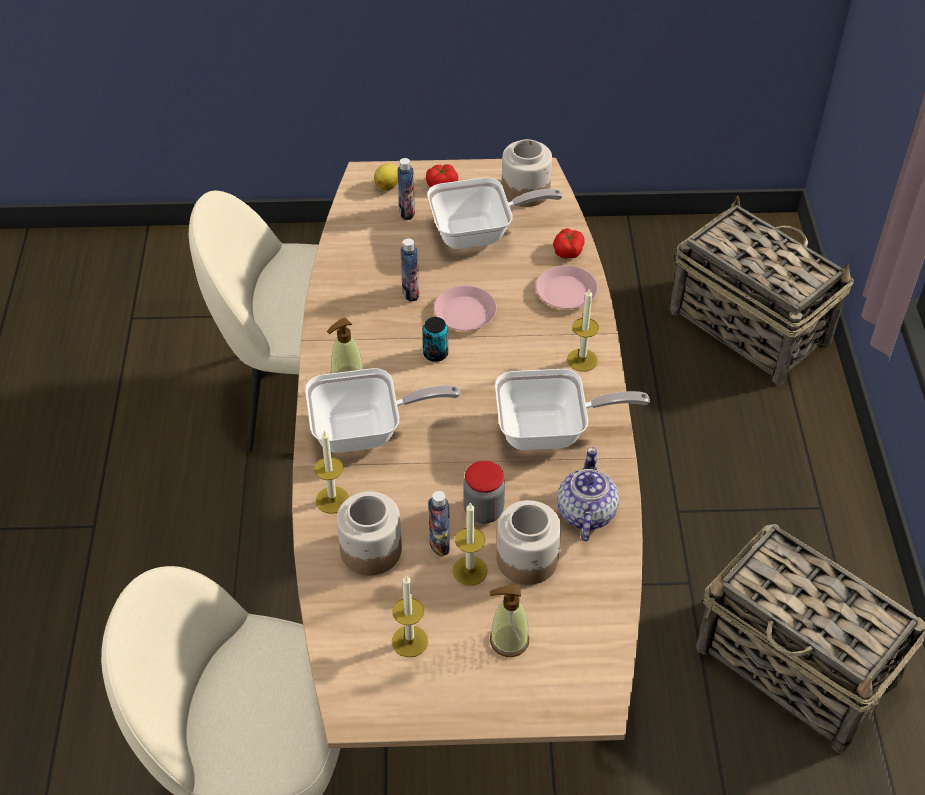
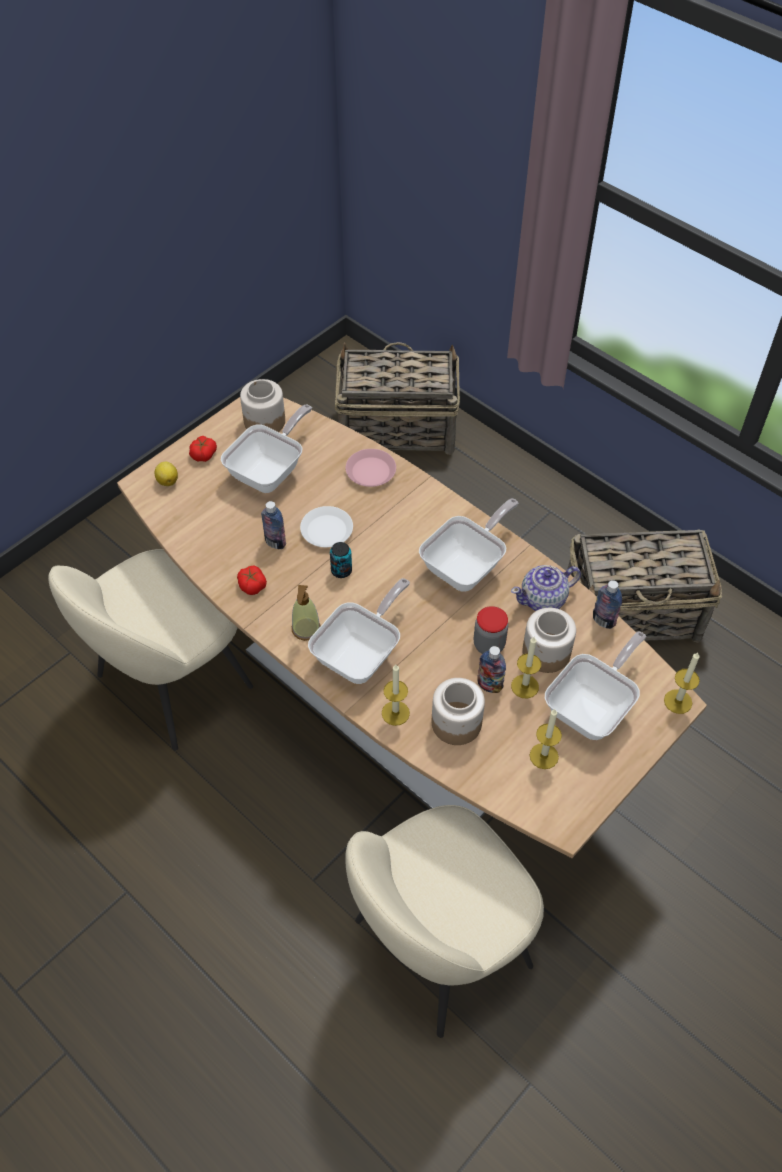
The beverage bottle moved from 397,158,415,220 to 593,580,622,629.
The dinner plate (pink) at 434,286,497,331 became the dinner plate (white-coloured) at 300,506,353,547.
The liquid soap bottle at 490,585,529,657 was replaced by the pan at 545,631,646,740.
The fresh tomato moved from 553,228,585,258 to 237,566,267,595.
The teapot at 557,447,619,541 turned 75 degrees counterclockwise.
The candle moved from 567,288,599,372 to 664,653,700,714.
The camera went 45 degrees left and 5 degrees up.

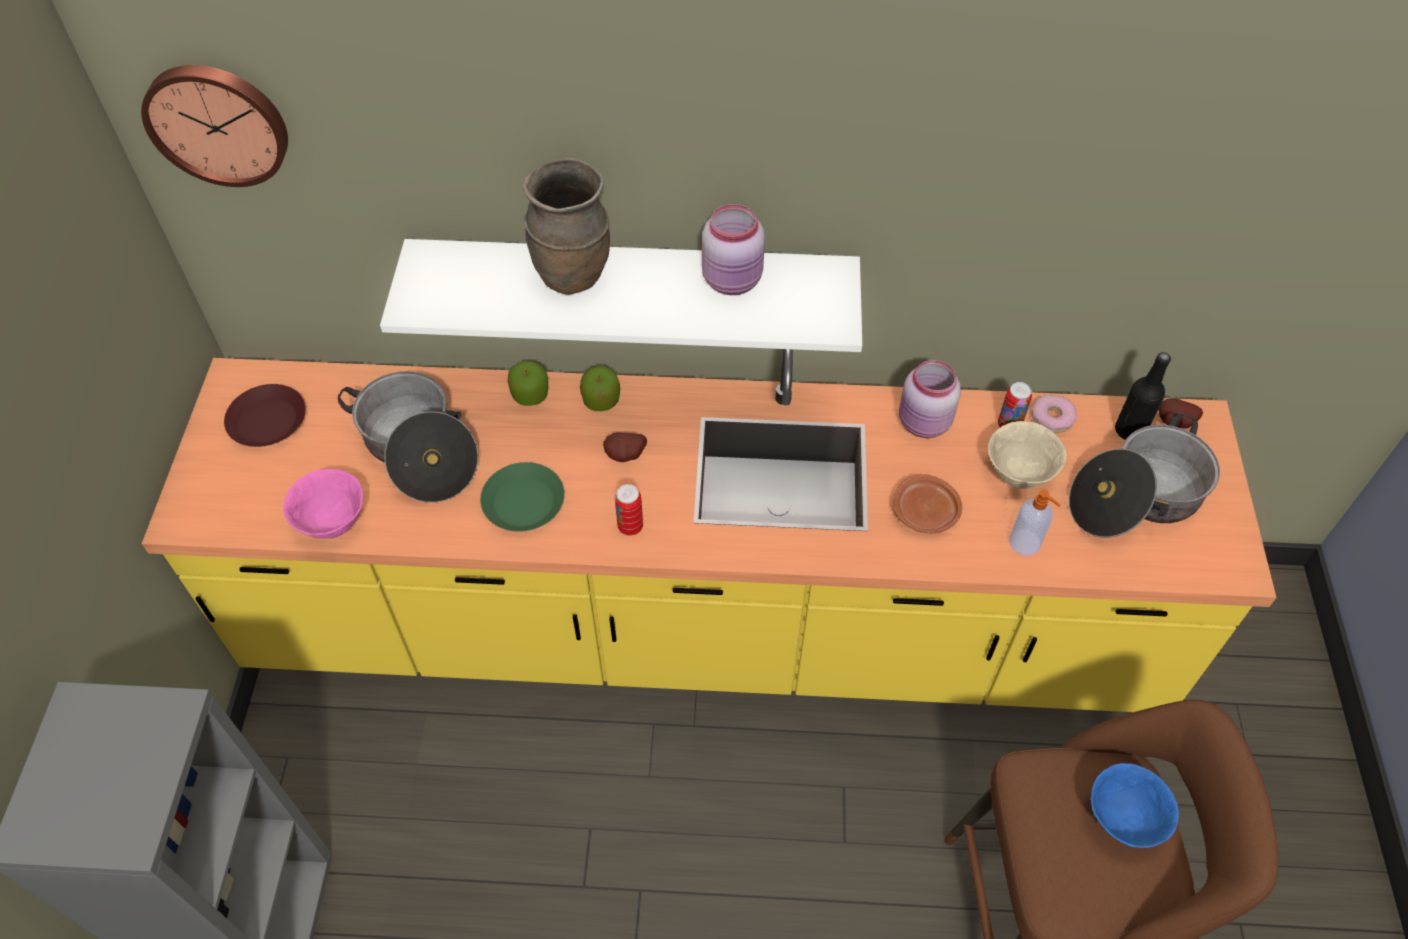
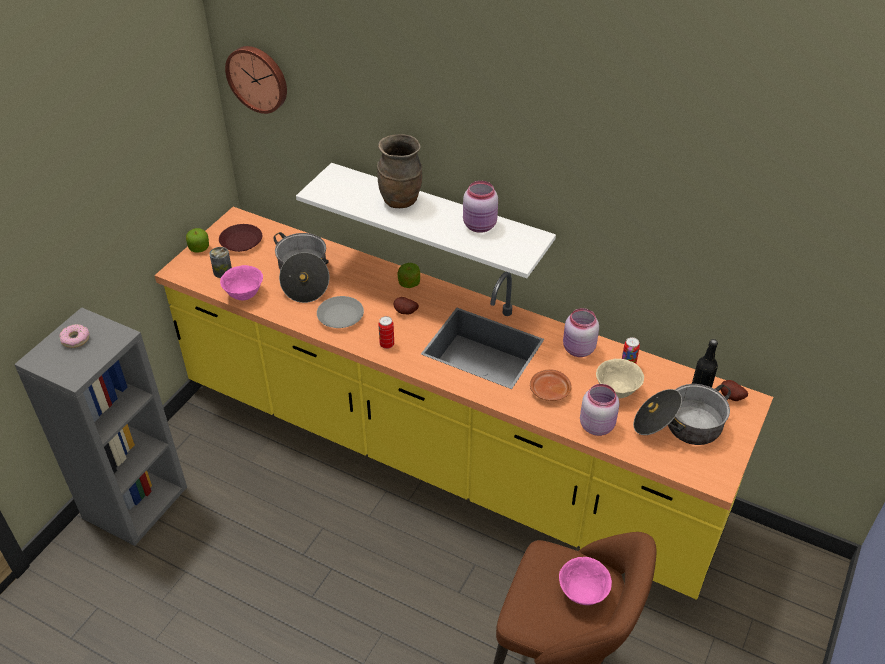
The dinner plate (green) at 480,462,565,532 became the dinner plate (gray) at 317,296,364,328.
The apple moved from 508,361,548,406 to 186,228,209,253.
The liquid soap bottle at 1009,489,1060,556 was replaced by the jar (pink) at 580,384,620,436.
The doughnut moved from 1031,395,1077,433 to 59,324,89,348.
The serving bowl (blue-coloured) at 1091,763,1179,848 became the serving bowl (pink) at 559,557,612,605.
The metal can at 209,247,232,278 appeared.
The camera went 25 degrees right and 10 degrees down.

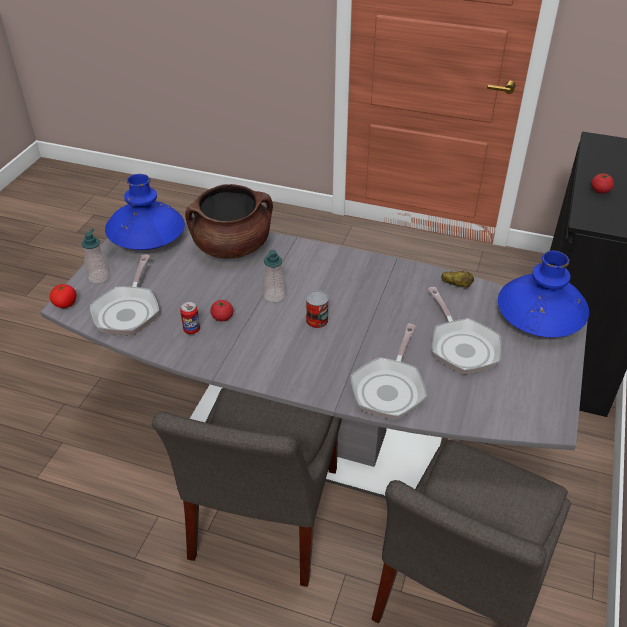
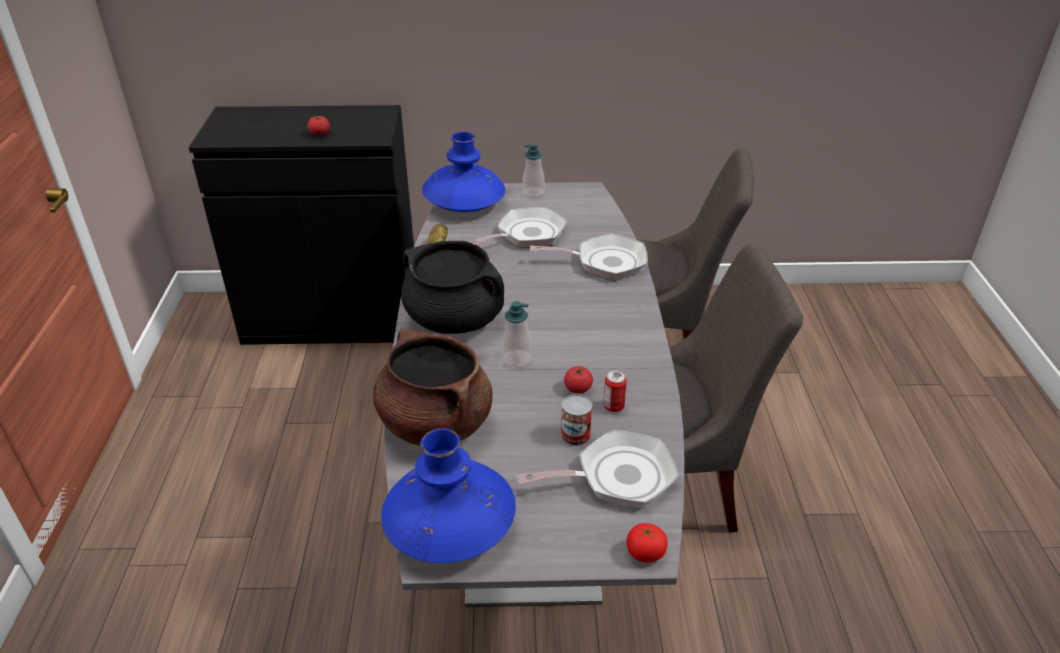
The liquid soap bottle moved from 82,228,111,284 to 522,143,545,198.
The metal can moved from 306,290,329,329 to 561,394,592,446.
The cooking pot (black-coloured) at 401,241,504,334 appeared.
The camera went 110 degrees left and 5 degrees down.

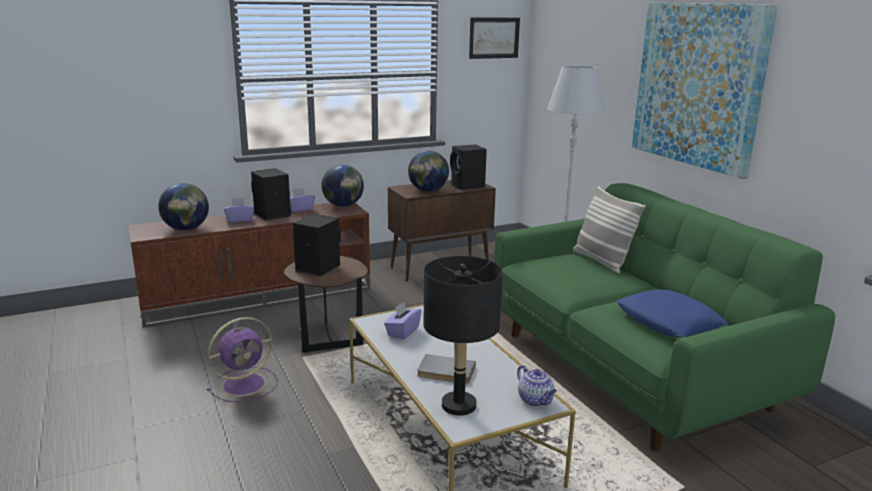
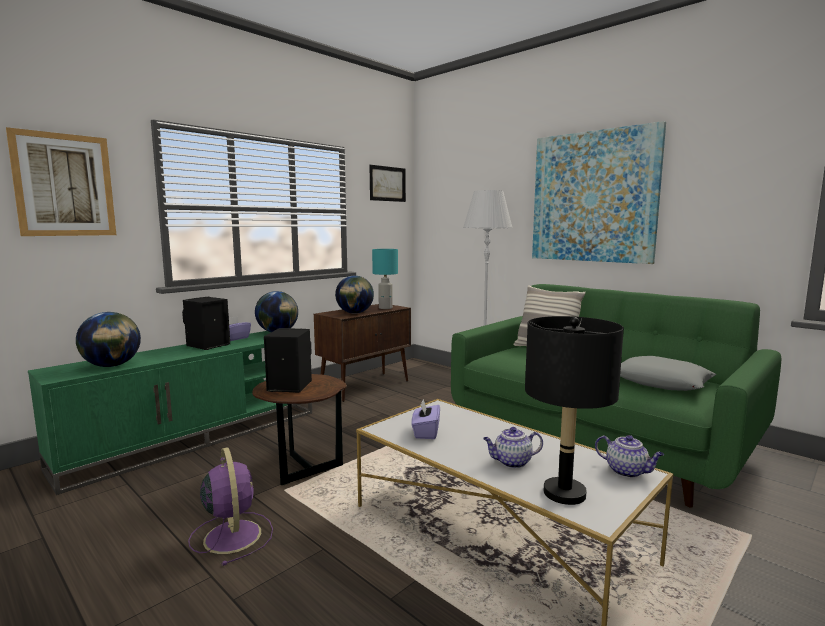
The tv unit (brown) at 128,203,370,328 became the tv unit (green) at 28,331,312,495.
The cooling fan (purple) at 207,317,278,402 turned 60 degrees counterclockwise.
The box of tissues (purple) at 224,197,254,223 disappeared.
The bound book (gray) at 417,354,476,384 was replaced by the teapot at 483,427,543,468.
The loudspeaker (black-coloured) at 450,144,487,190 was replaced by the table lamp (turquoise-coloured) at 372,249,398,309.
The cushion (blue-coloured) at 616,290,728,337 became the cushion (gray) at 620,356,716,391.
The wall picture at 6,127,116,236 appeared.
The camera went 20 degrees left and 10 degrees down.

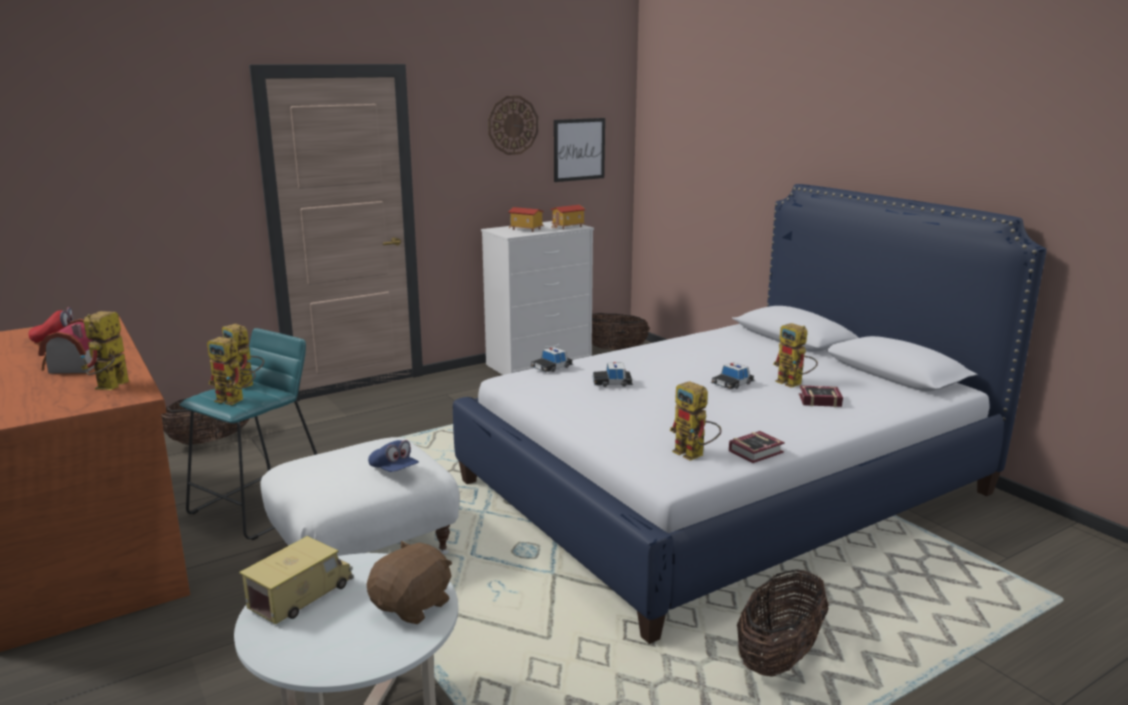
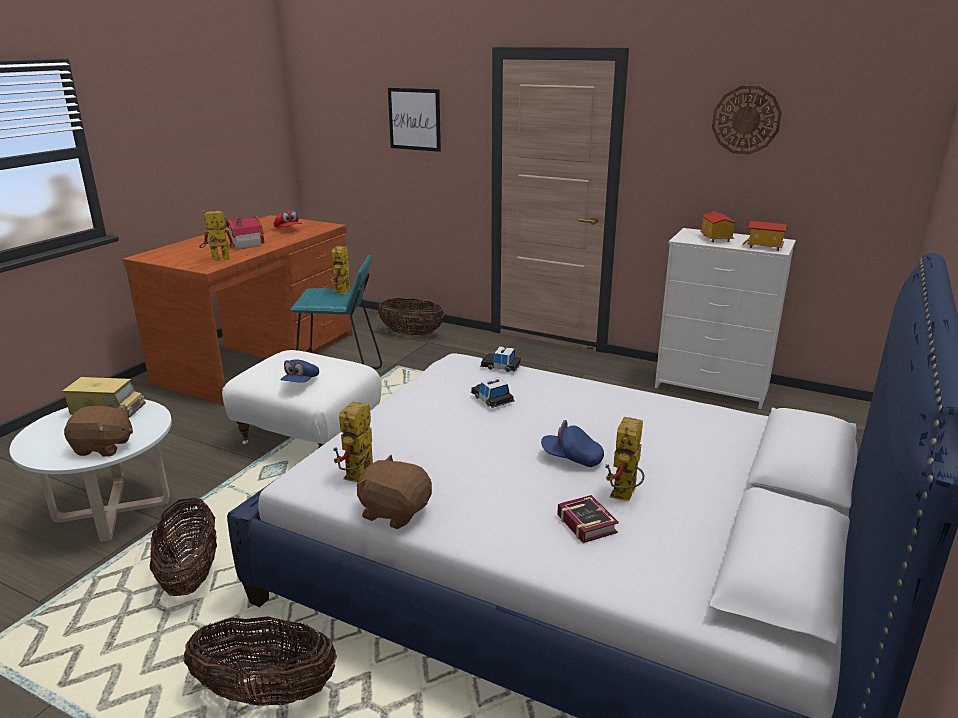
The model robot at 207,337,256,405 disappeared.
The wall picture moved from 554,118,605,182 to 388,88,441,152.
The household basket moved from 592,313,650,350 to 150,497,217,596.
The toy car at 711,362,755,389 was replaced by the cap (blue-coloured) at 541,420,604,467.
The bound book at 729,431,785,463 was replaced by the plush toy (brown) at 357,455,432,529.
The camera went 60 degrees right and 5 degrees up.

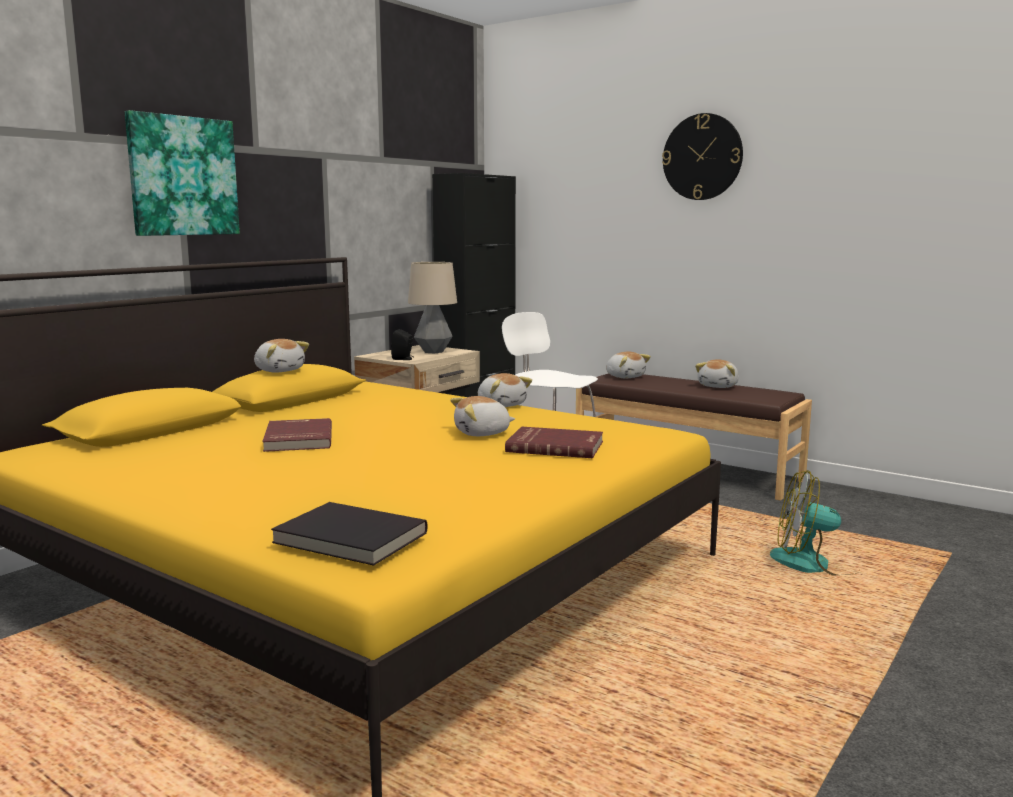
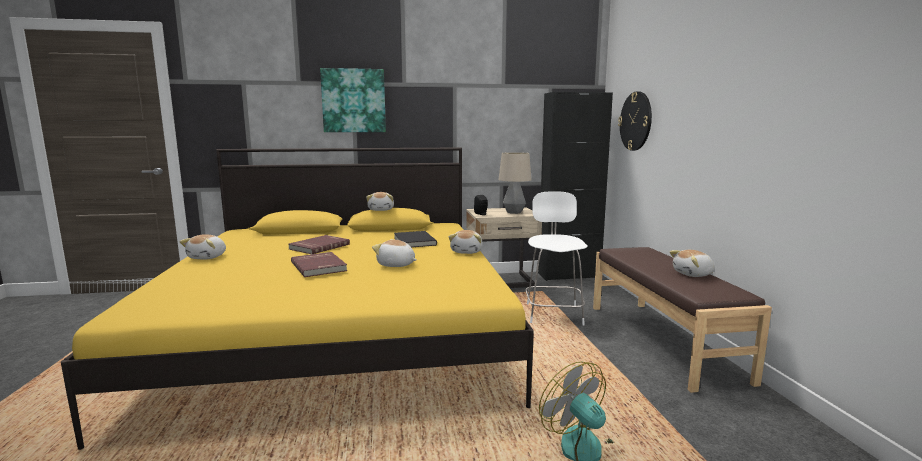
The bound book (black-coloured) moved from 271,502,428,566 to 394,231,437,247.
The bound book (red-coloured) moved from 505,427,603,458 to 291,252,347,277.
The plush toy moved from 606,352,651,378 to 180,234,226,259.
The wall clock moved from 662,113,743,200 to 618,91,652,151.
The camera went 45 degrees right and 0 degrees up.

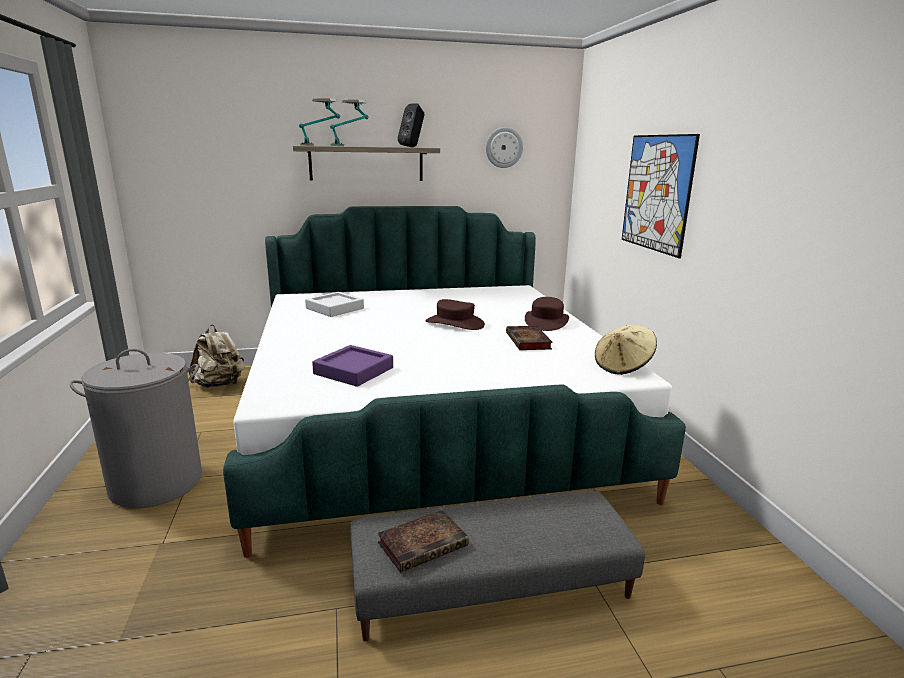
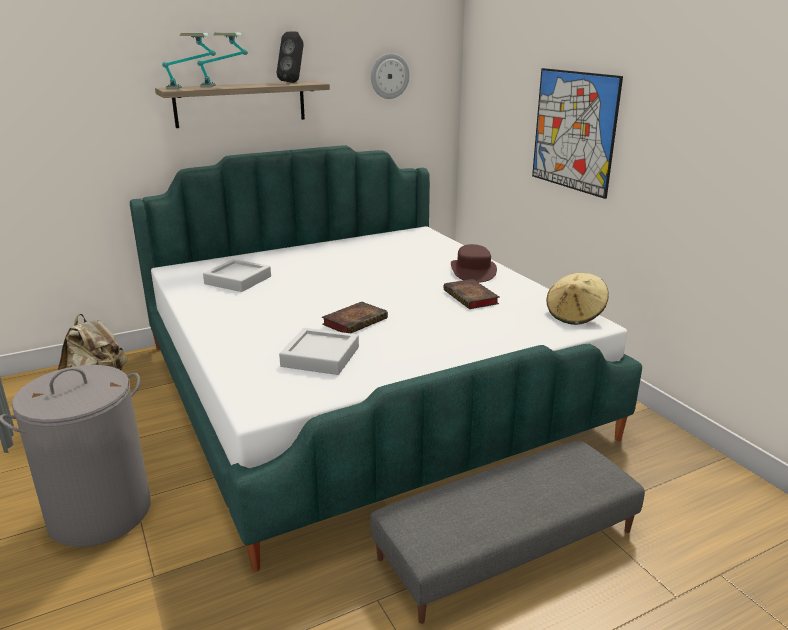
The carrying tray (purple) at 312,345,393,387 became the carrying tray (gray) at 279,328,359,375.
The bound book moved from 378,510,469,573 to 322,302,388,333.
The clothing hat (brown) at 425,299,485,330 disappeared.
The camera went 15 degrees left and 5 degrees up.

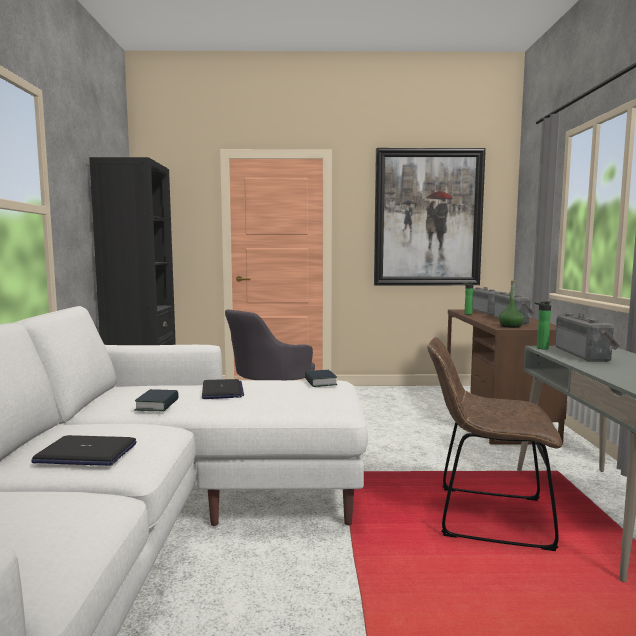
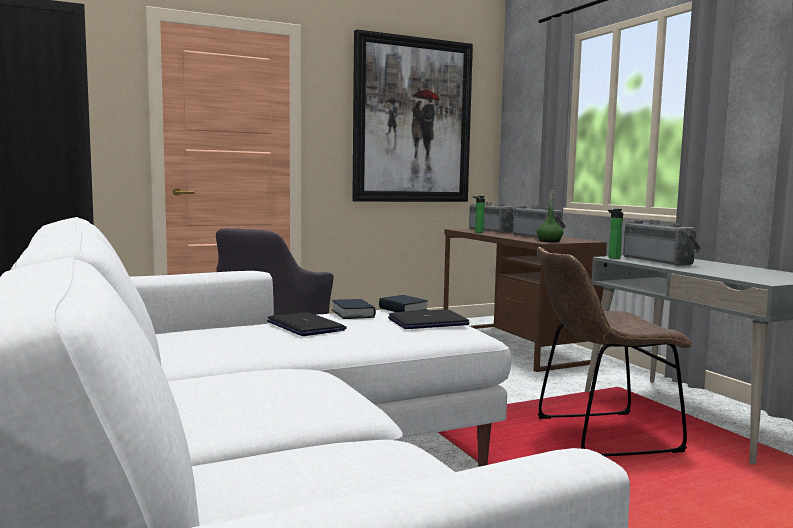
The notebook computer moved from 31,435,137,466 to 388,309,470,329.
The bound book moved from 134,389,179,412 to 332,299,376,319.
The camera went 25 degrees left and 0 degrees up.

